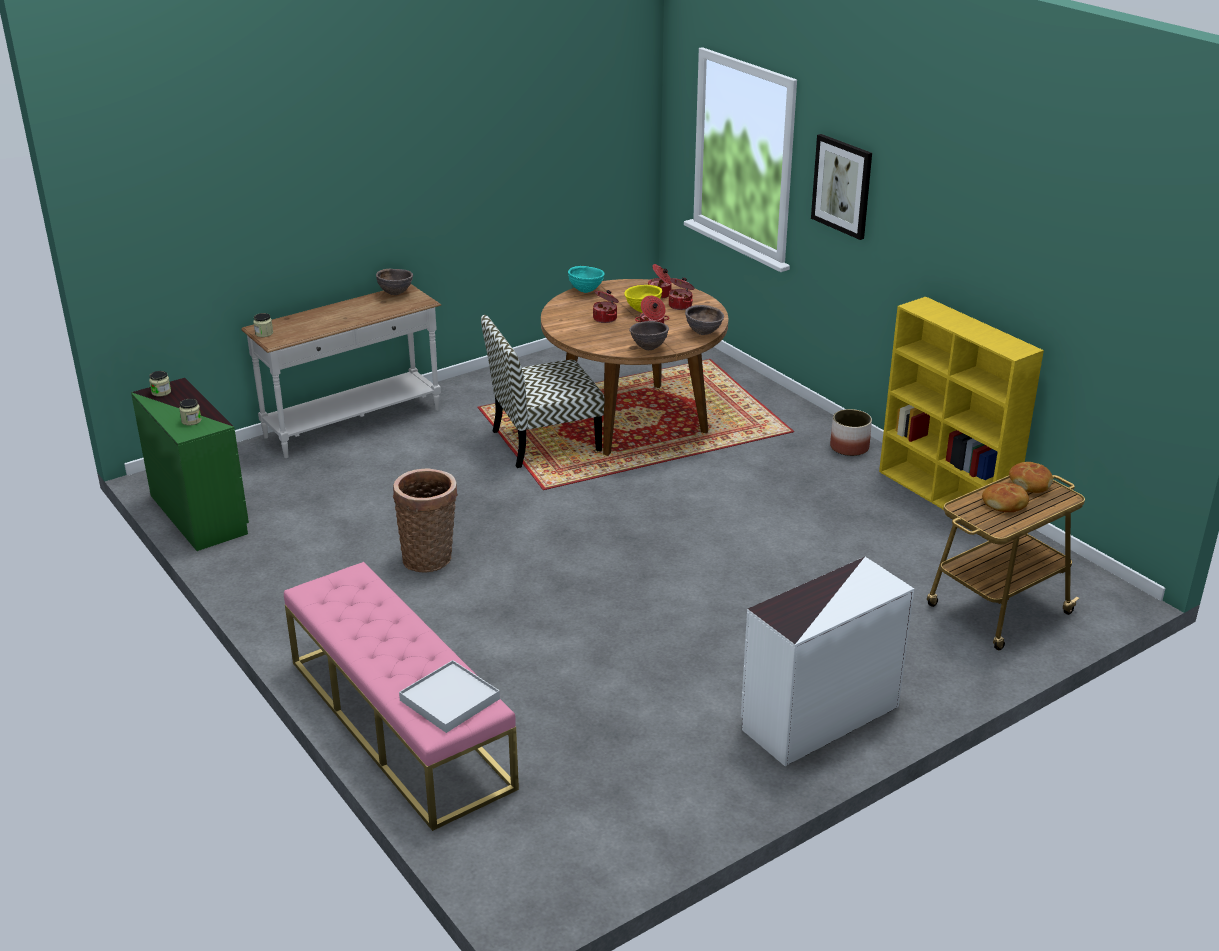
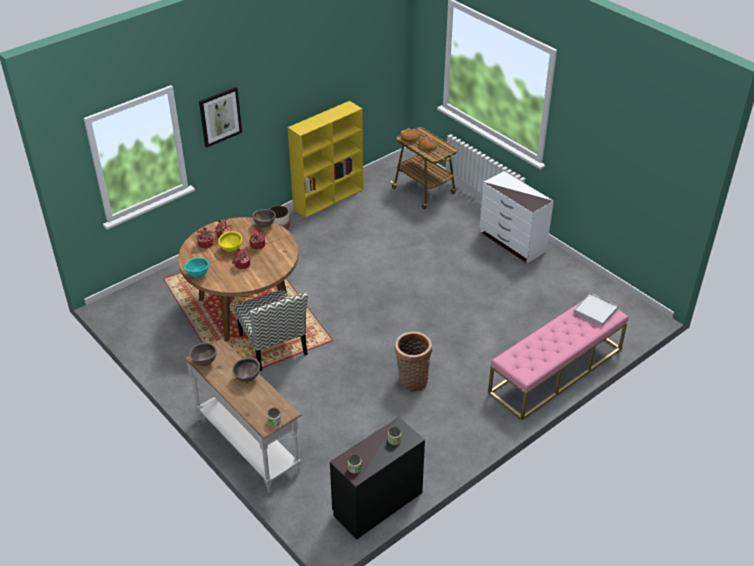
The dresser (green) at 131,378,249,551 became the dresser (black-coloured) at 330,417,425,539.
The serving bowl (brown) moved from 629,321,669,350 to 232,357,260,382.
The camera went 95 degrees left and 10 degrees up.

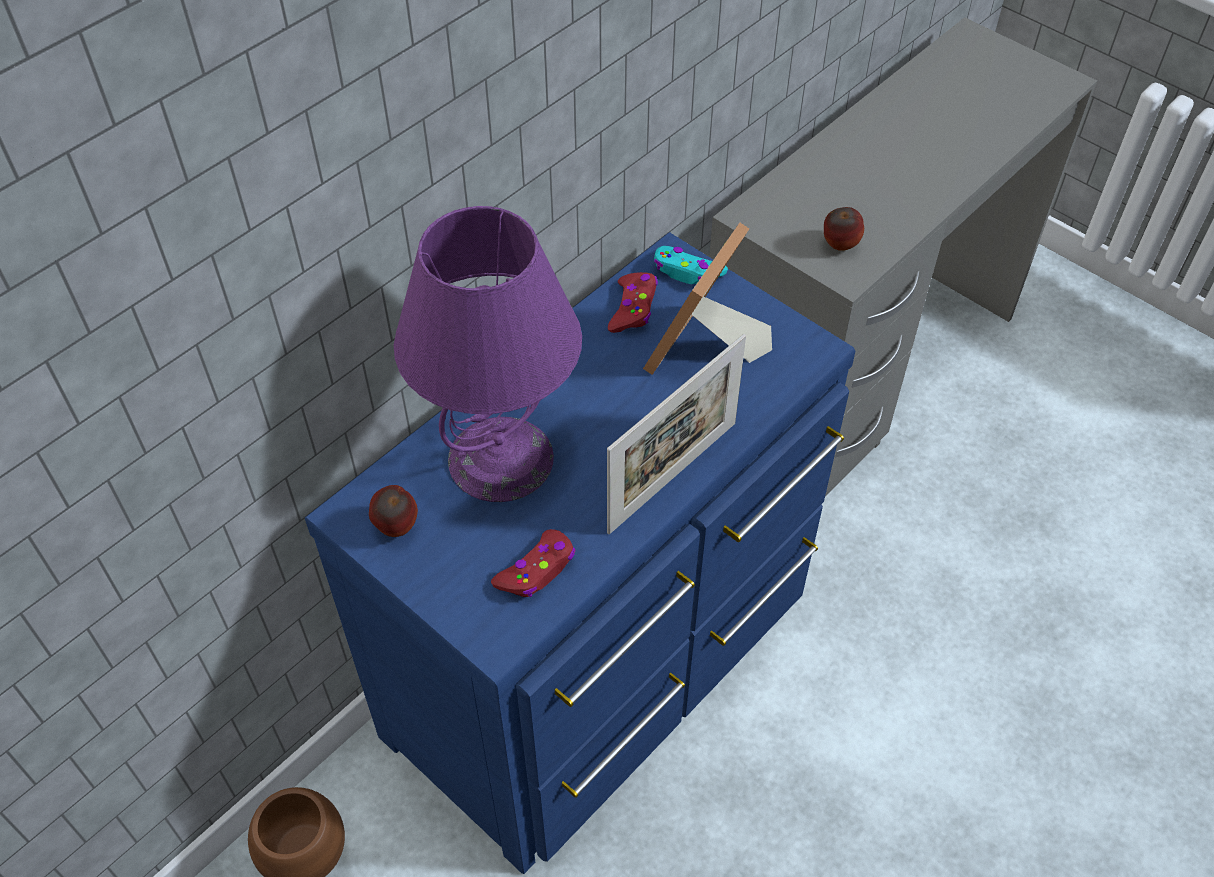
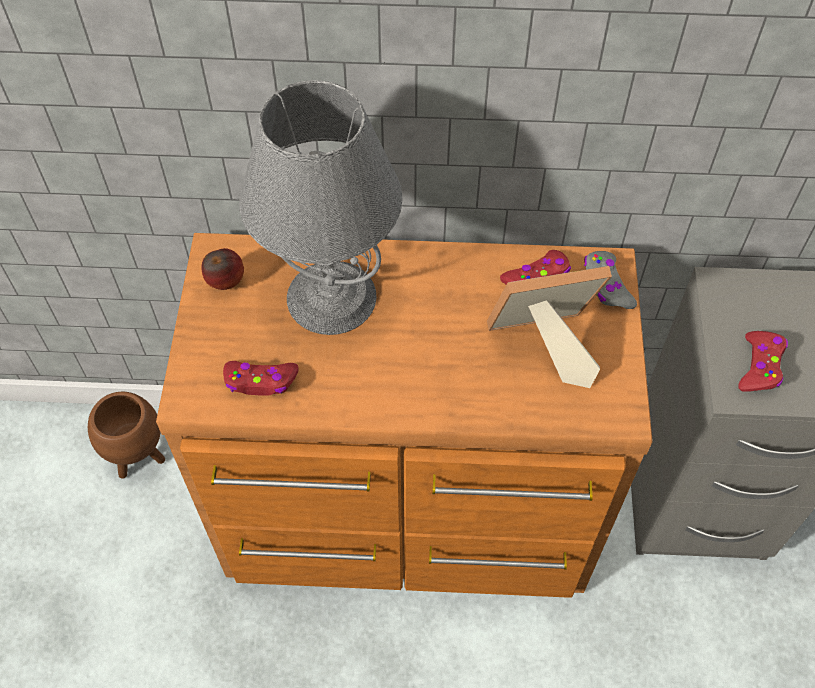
The dresser (blue-coloured) at 305,232,855,874 became the dresser (brown) at 156,233,653,598.
The table lamp (purple) at 394,206,582,502 became the table lamp (gray) at 239,80,403,335.
The standing frame at 607,334,746,534 disappeared.
The joypad (turquoise-coloured) at 654,246,728,284 became the joypad (gray) at 584,251,637,309.
The apple at 824,207,864,251 was replaced by the joypad (red-coloured) at 738,331,788,392.
The camera went 50 degrees right and 5 degrees up.

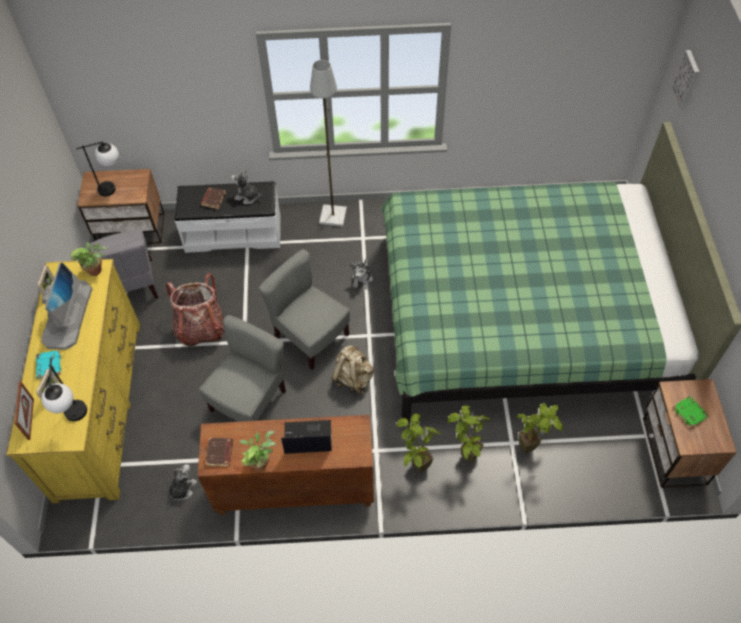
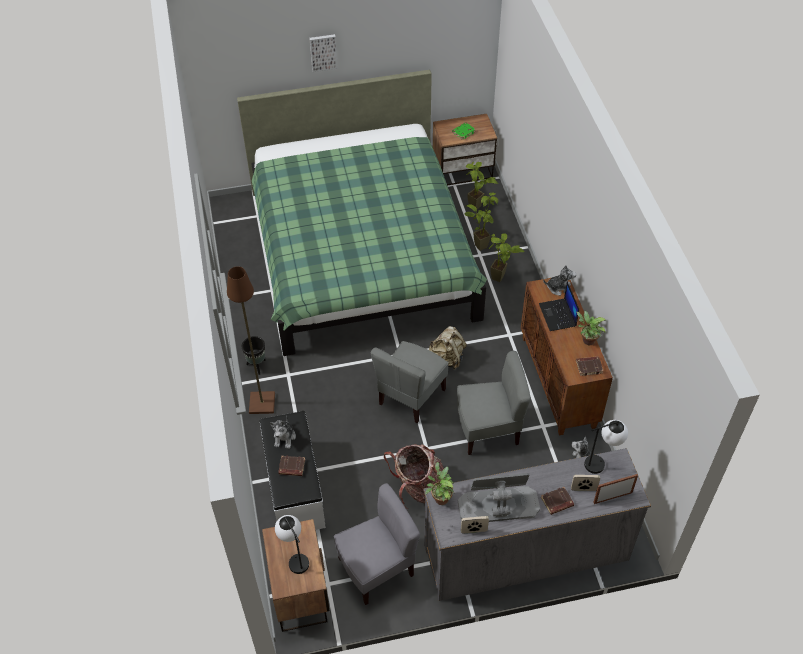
The dresser (yellowish) at 6,259,140,503 became the dresser (gray) at 423,448,651,601.
The bound book (turquoise-coloured) at 36,350,61,379 became the bound book (brown) at 541,487,574,515.
The plain chair (gray) at 199,315,286,422 turned 150 degrees clockwise.
The standard lamp (gray) at 310,60,347,227 became the standard lamp (brown) at 227,266,275,414.
The plush toy moved from 351,259,373,289 to 543,265,577,296.
The houseplant moved from 396,414,442,473 to 466,162,498,209.
The wall picture moved from 672,50,699,110 to 309,34,338,72.
The flower pot (black-coloured) at 242,336,266,375 appeared.
The camera went 100 degrees left and 5 degrees down.

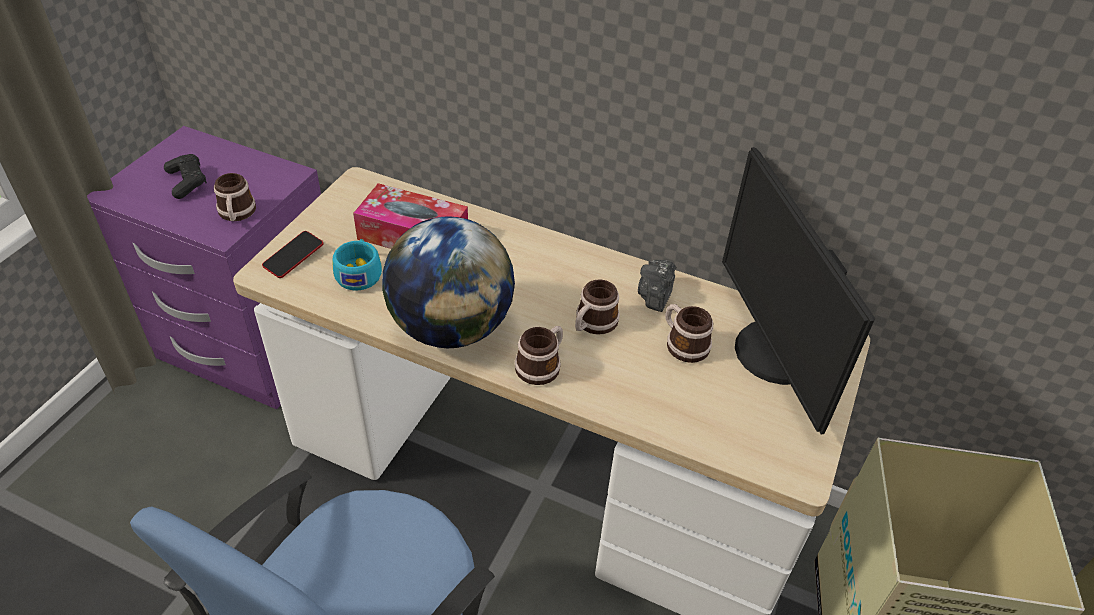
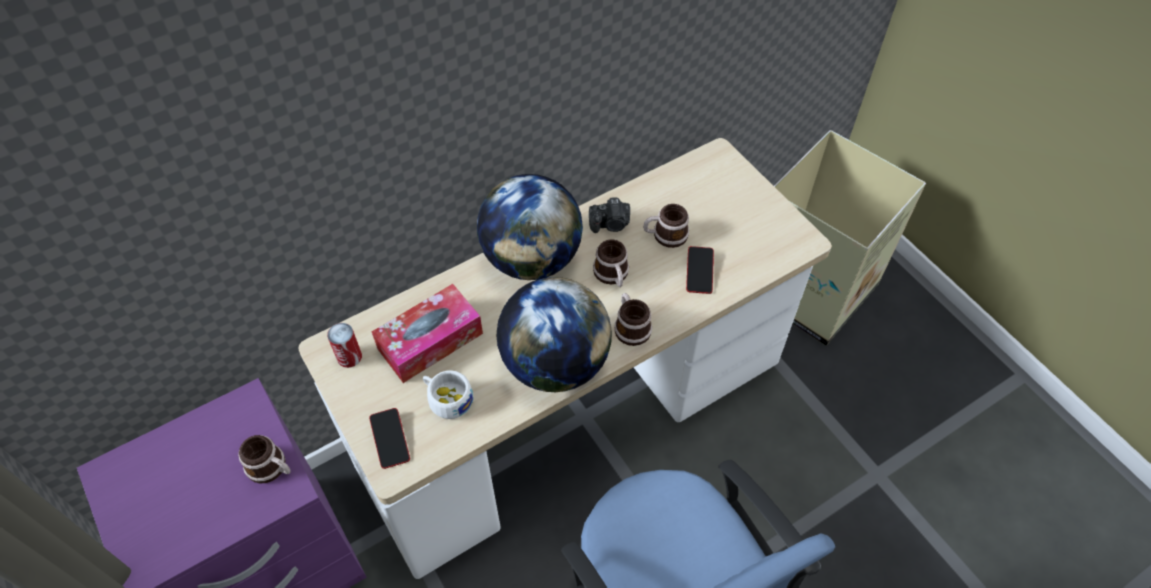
The joypad (black-coloured) at 164,154,207,199 disappeared.
The cup (turquoise-coloured) at 332,239,382,291 became the cup (white-coloured) at 423,370,473,419.
The still camera at 638,260,676,312 turned 60 degrees counterclockwise.
The computer screen at 722,147,875,435 disappeared.
The metal can at 327,323,362,368 appeared.
The globe at 477,174,583,280 appeared.
The phone at 686,246,714,294 appeared.
The camera went 55 degrees left and 10 degrees up.

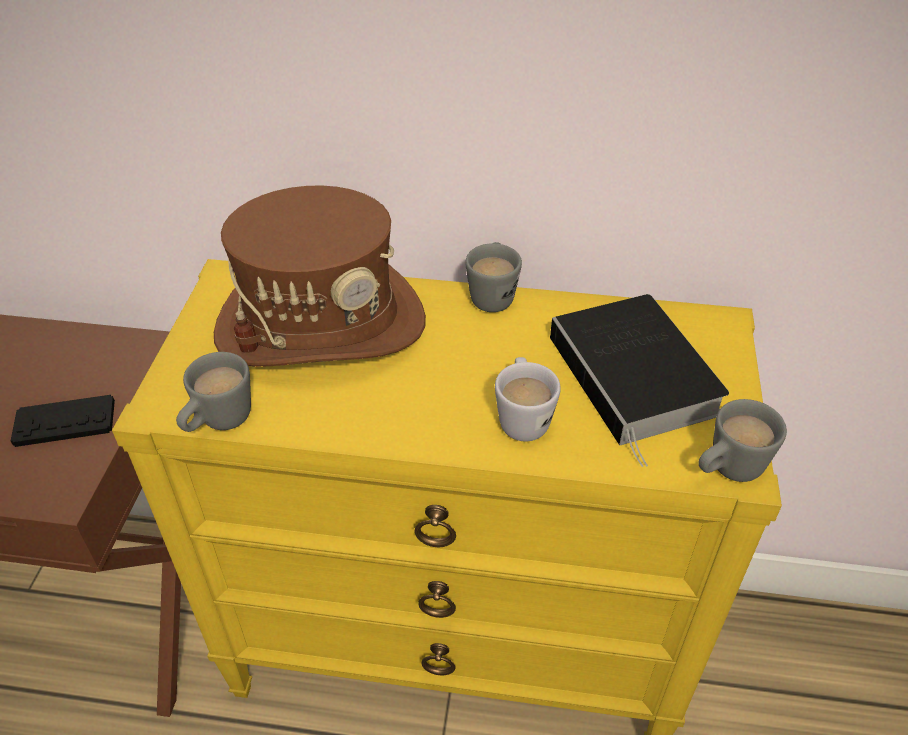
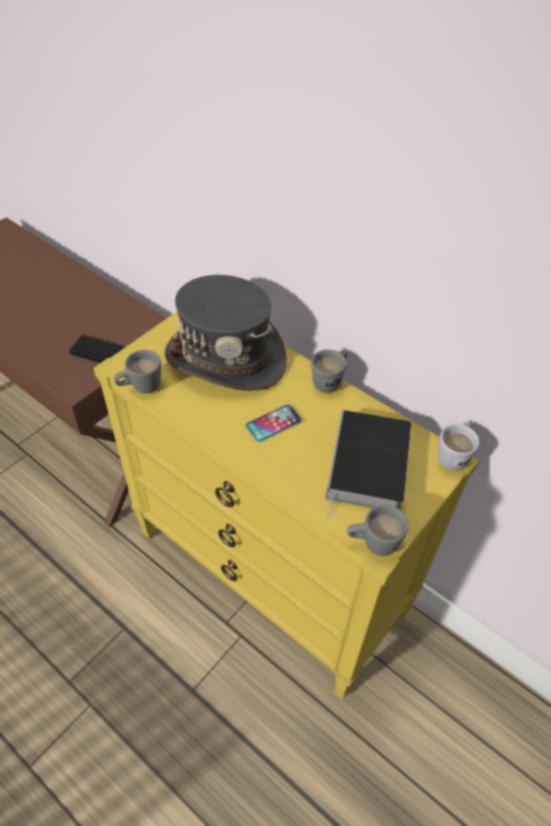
The clothing hat (brown) at 214,185,426,367 became the clothing hat (gray) at 165,275,287,391.
The coffee mug (white-coloured) moved from 495,357,561,441 to 438,422,480,471.
The phone at 245,404,302,442 appeared.
The camera went 30 degrees right and 5 degrees up.

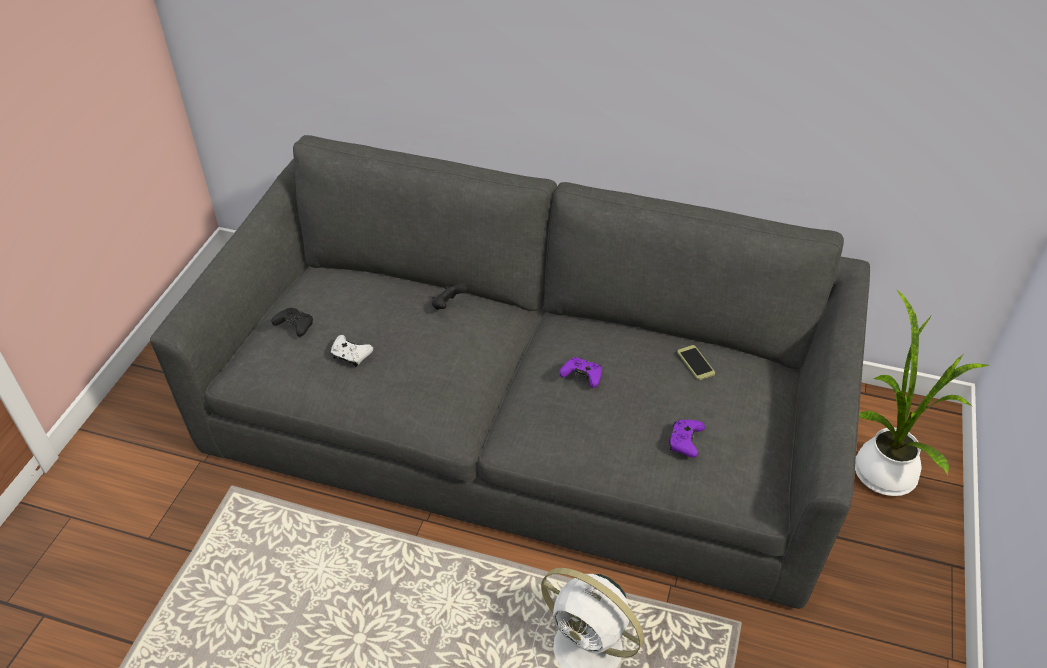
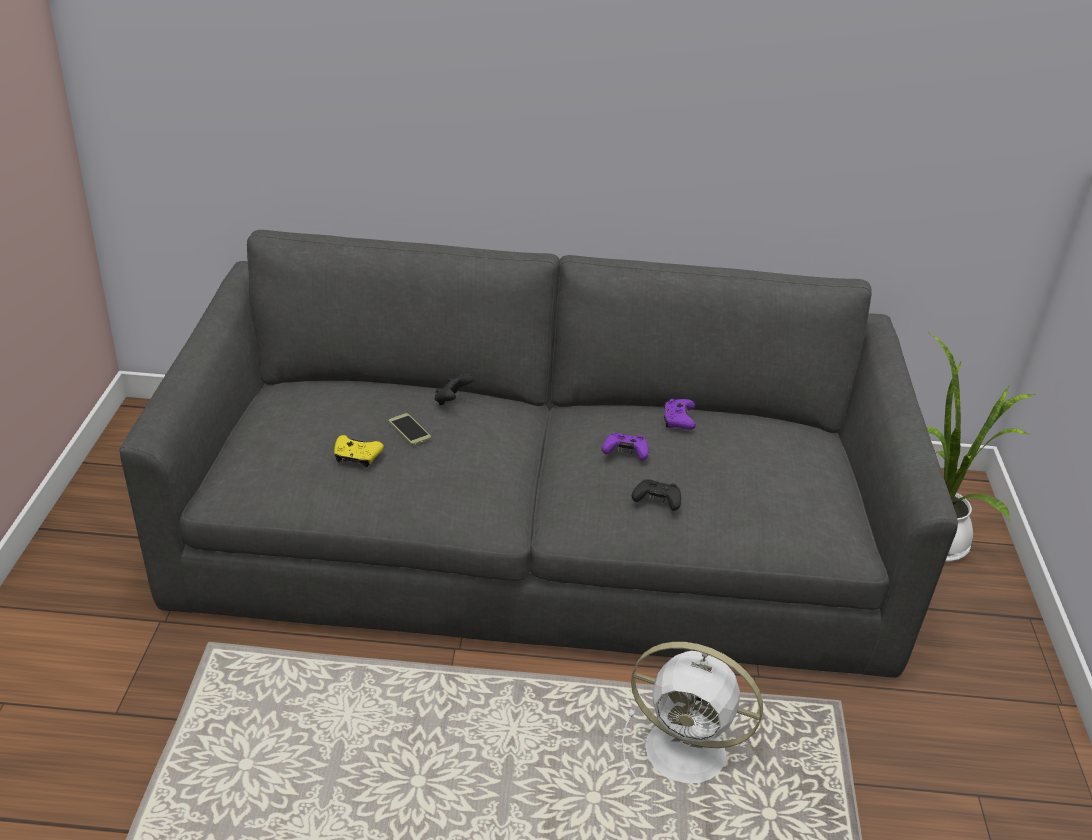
The joypad (black-coloured) moved from 271,308,313,337 to 632,479,681,511.
The joypad (white-coloured) at 331,335,373,367 became the joypad (yellowish) at 334,435,384,468.
The joypad (purple) moved from 669,420,705,458 to 664,399,696,430.
The phone moved from 677,345,715,380 to 389,413,431,445.
The camera went 15 degrees left and 10 degrees down.

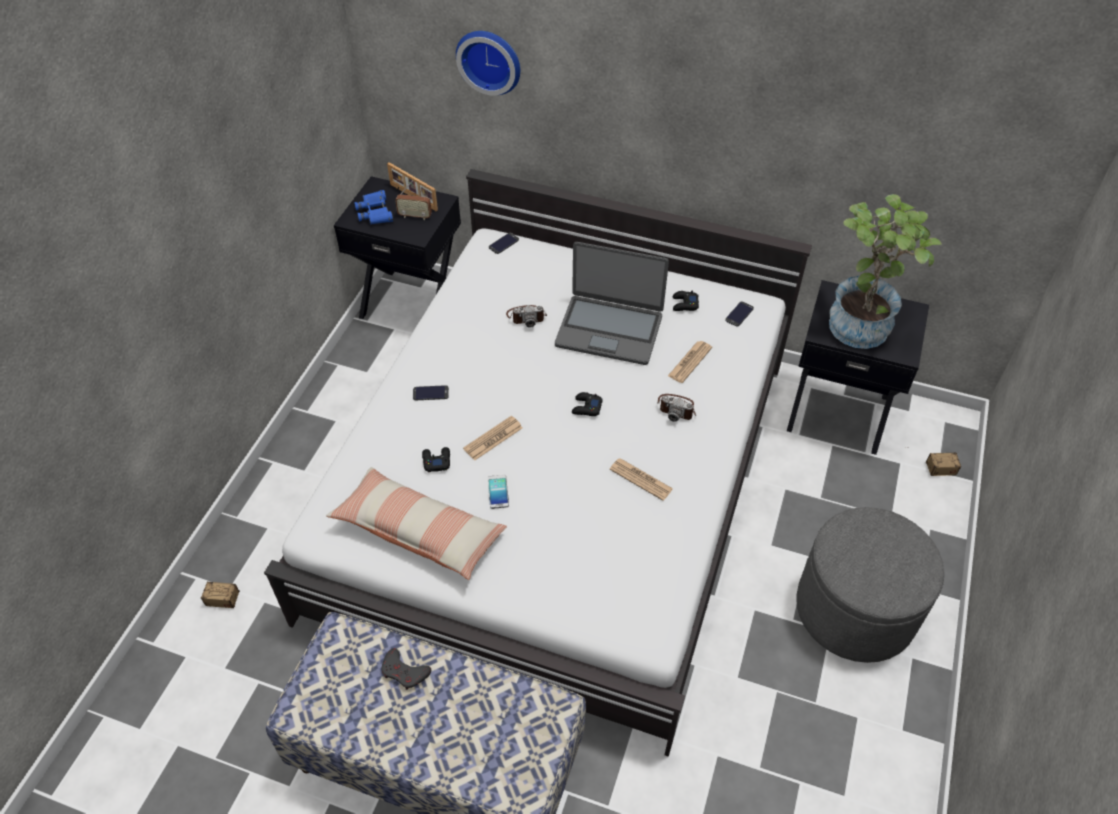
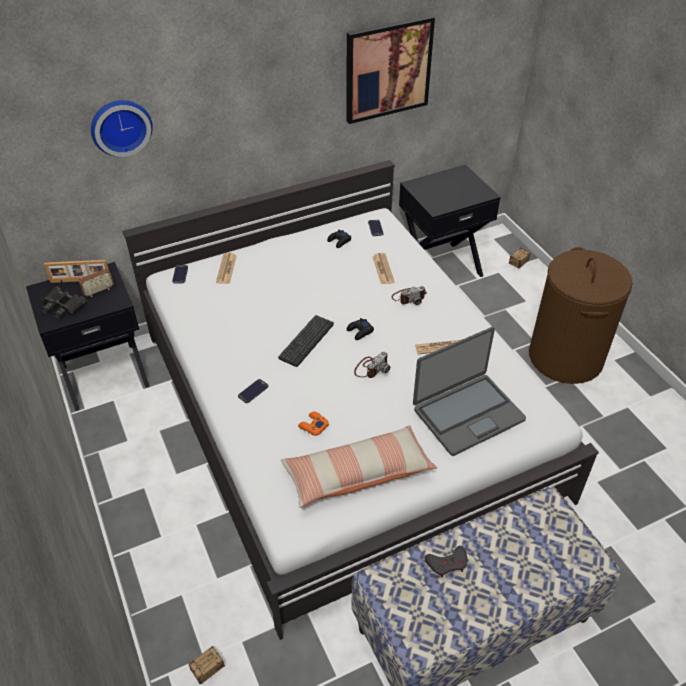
The field glasses (blue-coloured) at 354,190,393,224 became the field glasses (black-coloured) at 41,286,87,319.
The joypad (black-coloured) at 422,447,450,472 became the joypad (orange) at 298,411,329,436.
The newspaper moved from 463,416,523,460 to 216,253,237,284.
The phone at 488,475,509,509 disappeared.
The still camera moved from 506,305,547,328 to 354,352,390,378.
The notebook computer moved from 555,242,669,365 to 413,327,526,456.
The ottoman (gray) at 796,507,945,663 was replaced by the washing basket (brown) at 529,247,633,384.
The houseplant at 829,194,942,349 disappeared.
The PC keyboard at 278,315,334,367 appeared.
The wall picture at 346,15,435,124 appeared.
The camera went 45 degrees left and 5 degrees down.

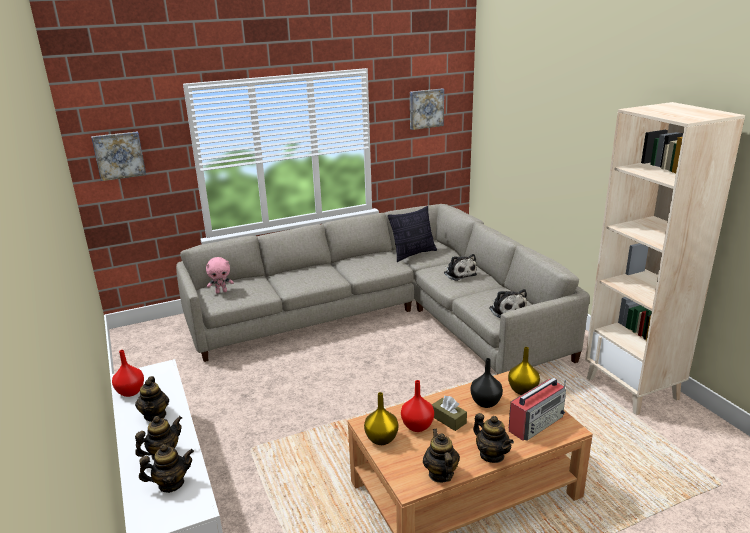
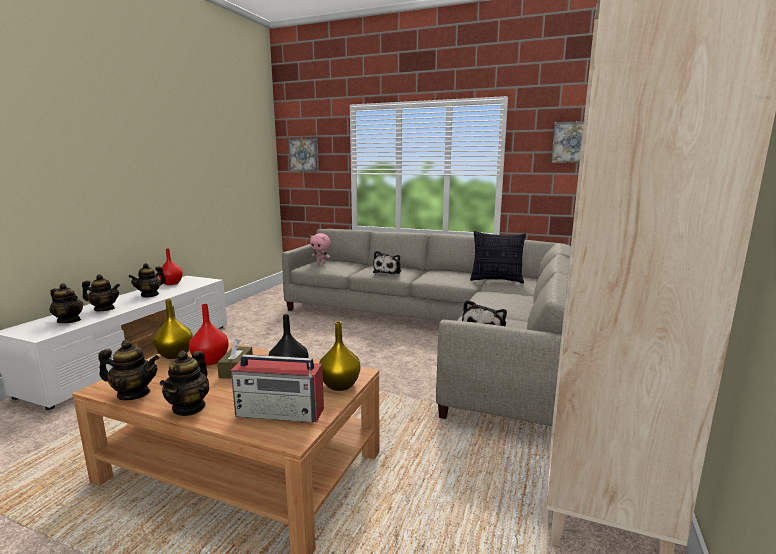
The teapot at 423,429,460,483 turned 60 degrees clockwise.
The plush toy moved from 444,254,477,281 to 373,251,401,274.
The camera went 45 degrees right and 10 degrees down.

